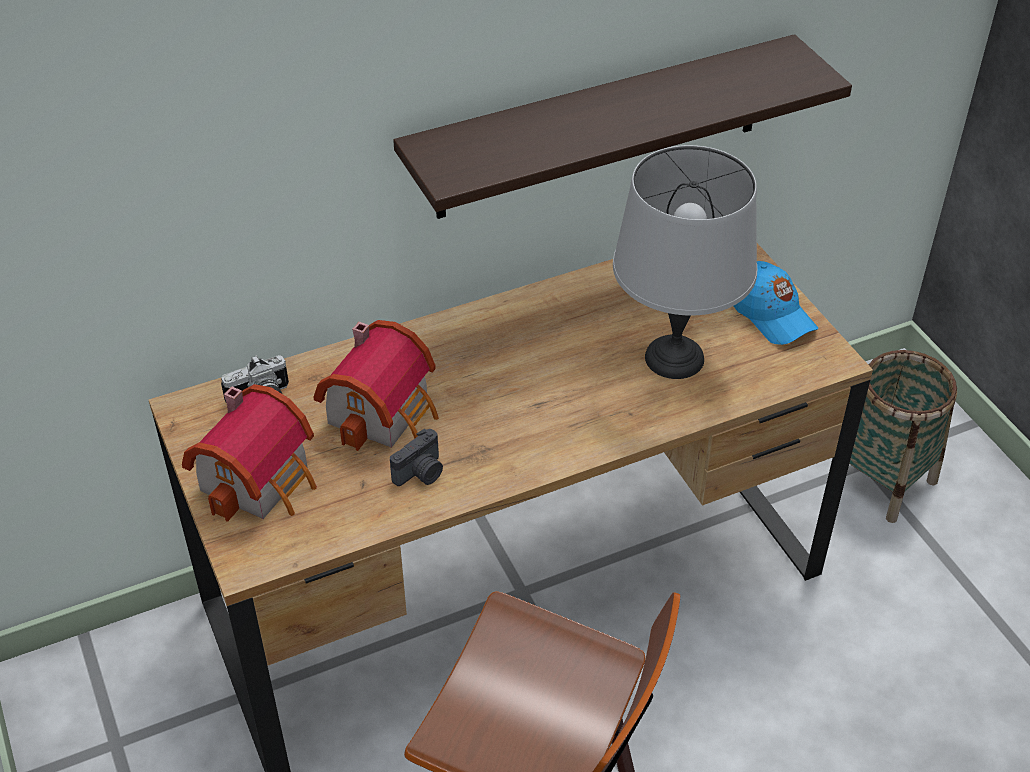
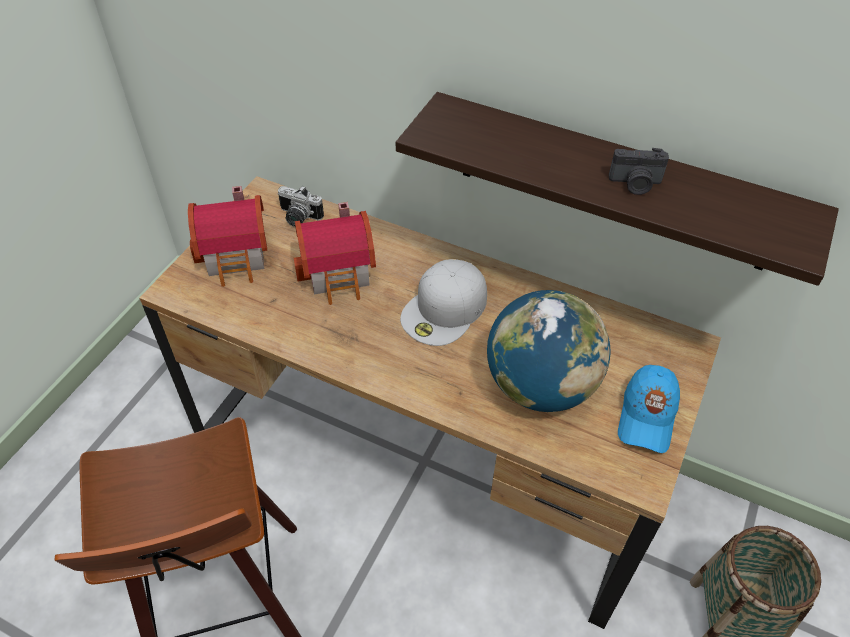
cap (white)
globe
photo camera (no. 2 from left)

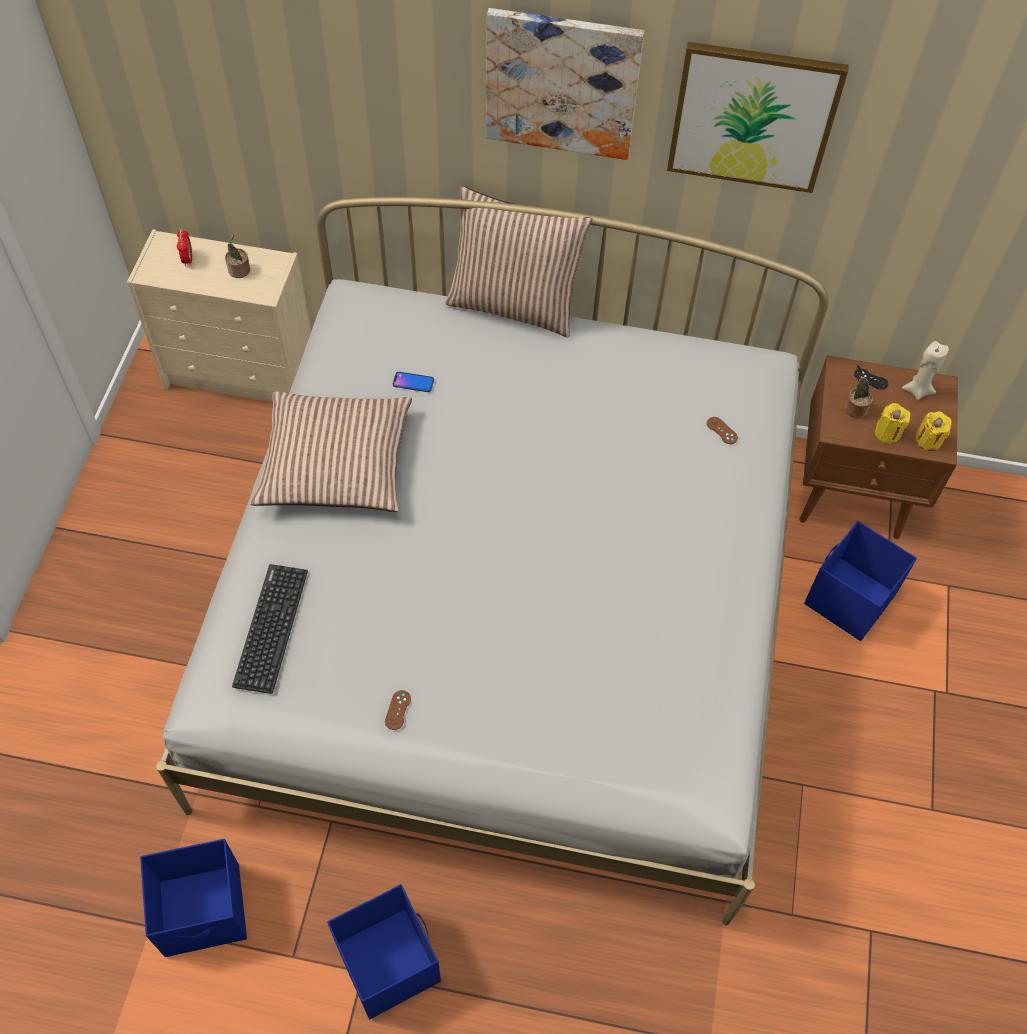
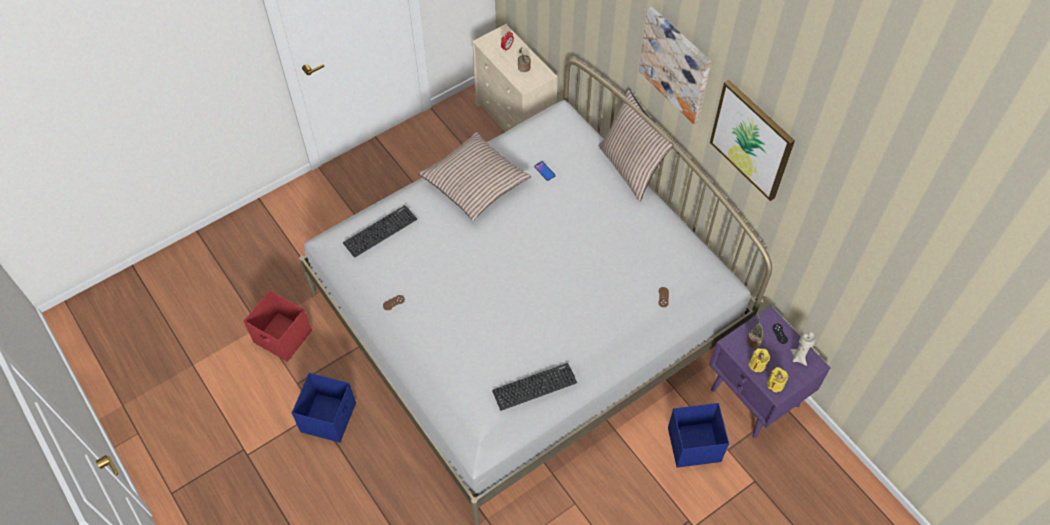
storage box (red)
keyboard (no. 2 from left)
nightstand (purple)

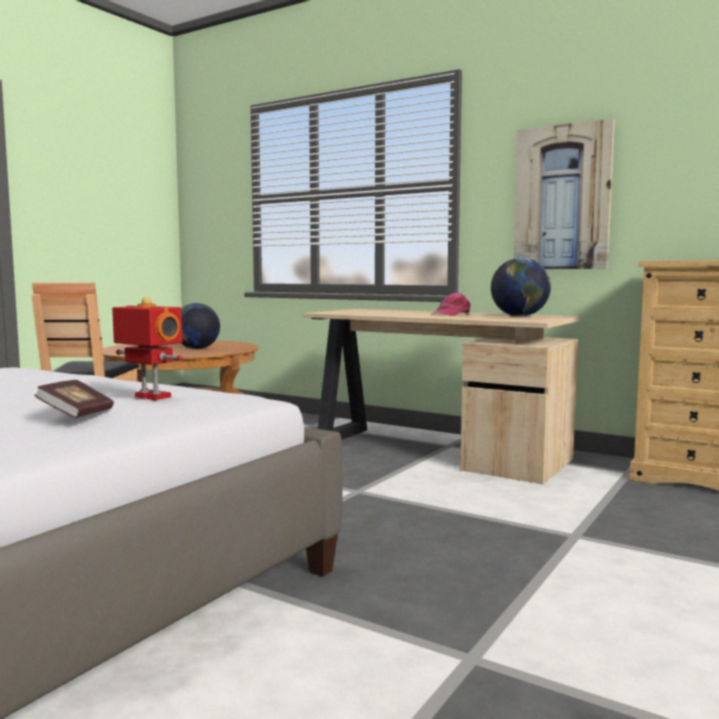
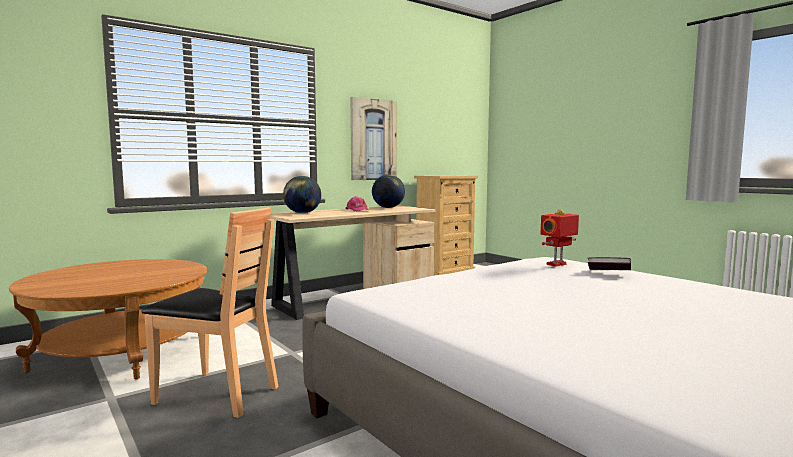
globe (no. 1 from left)

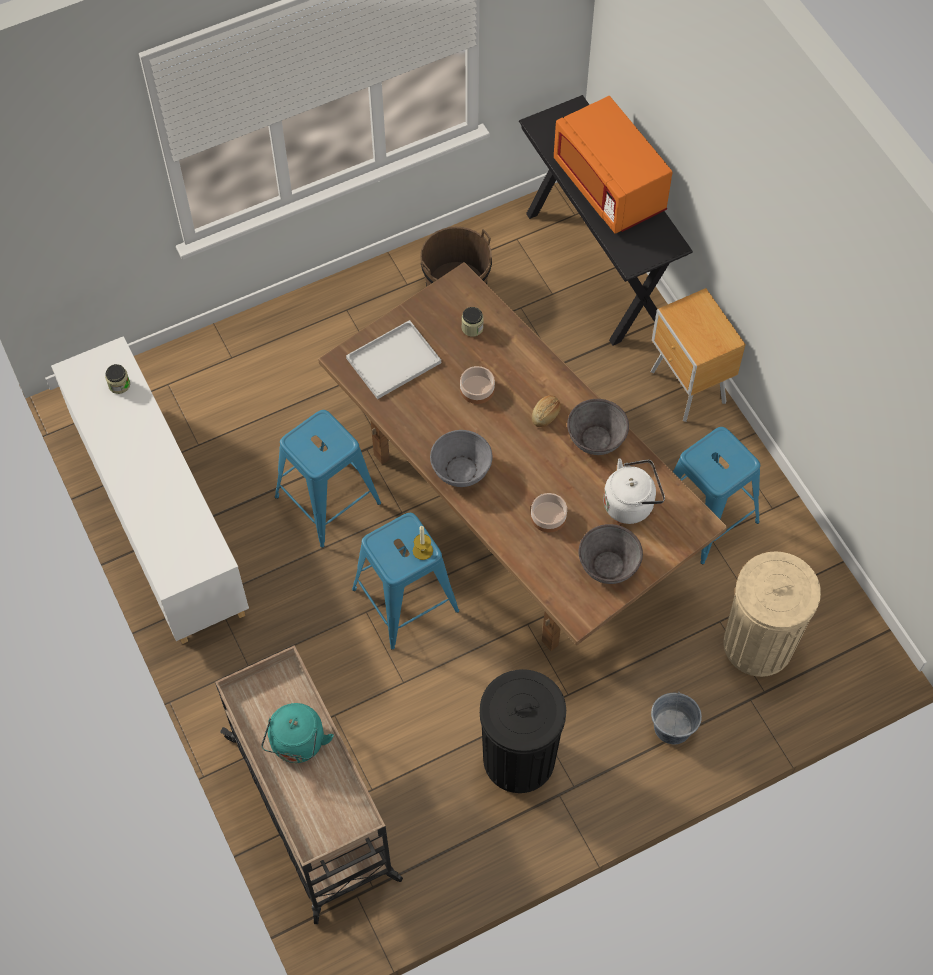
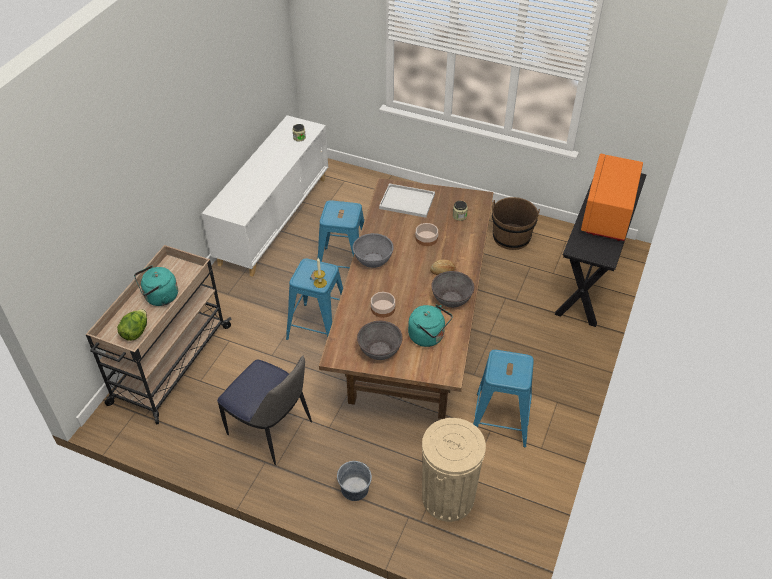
lettuce
chair
kettle (turquoise) (no. 2 from left)
nightstand (brown)

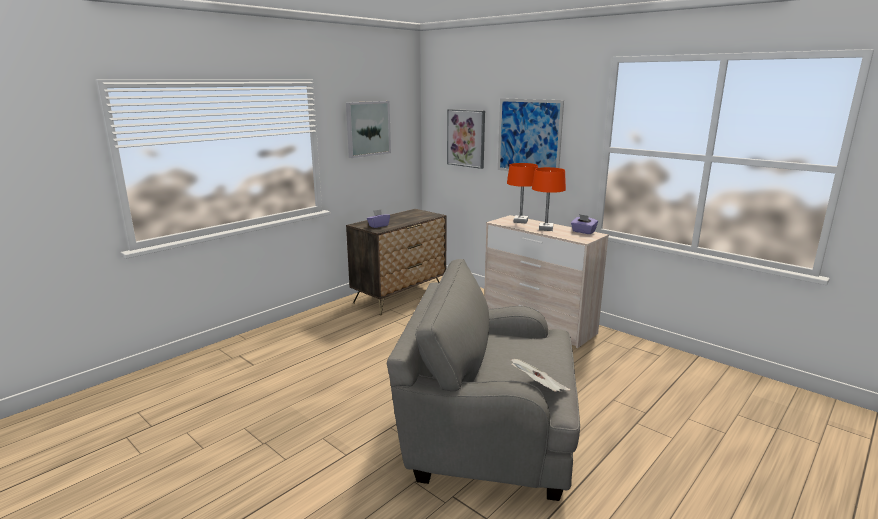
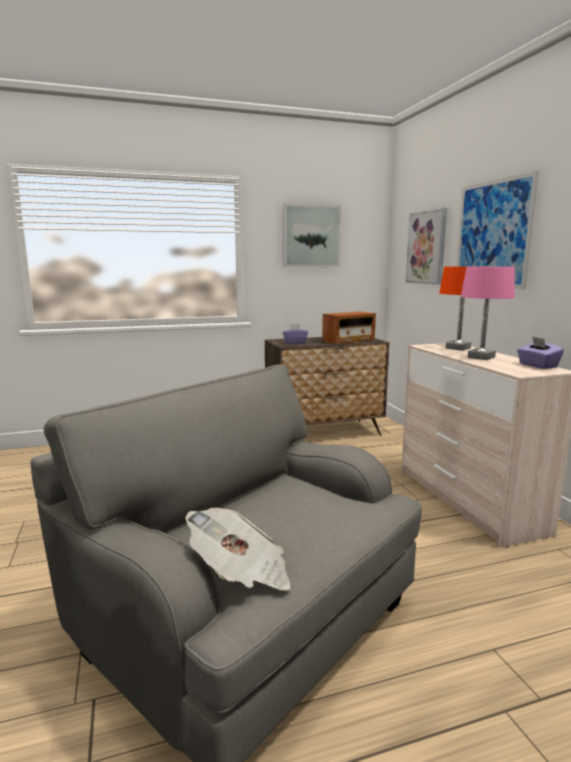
radio
table lamp (pink)

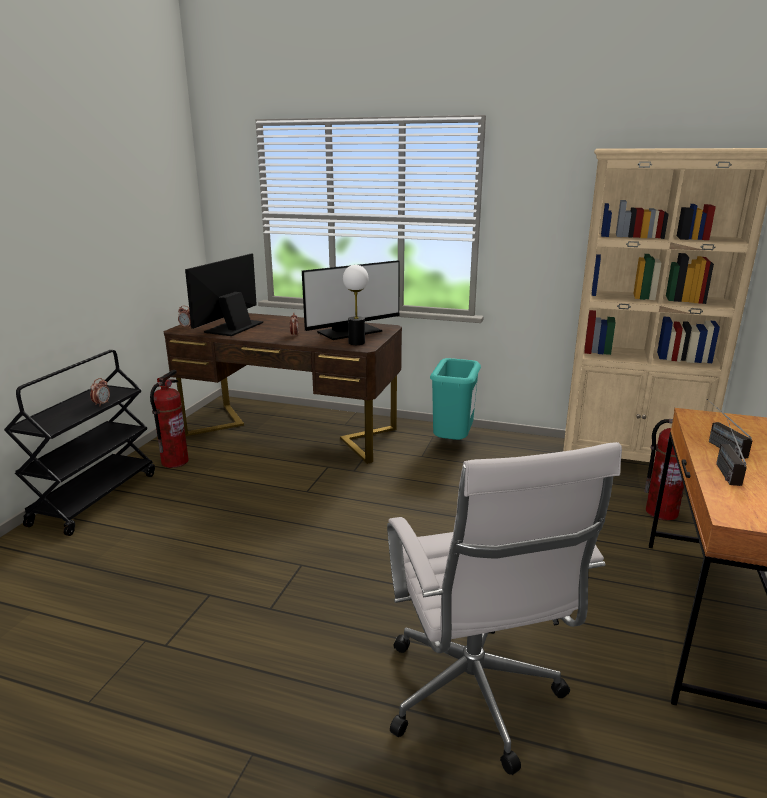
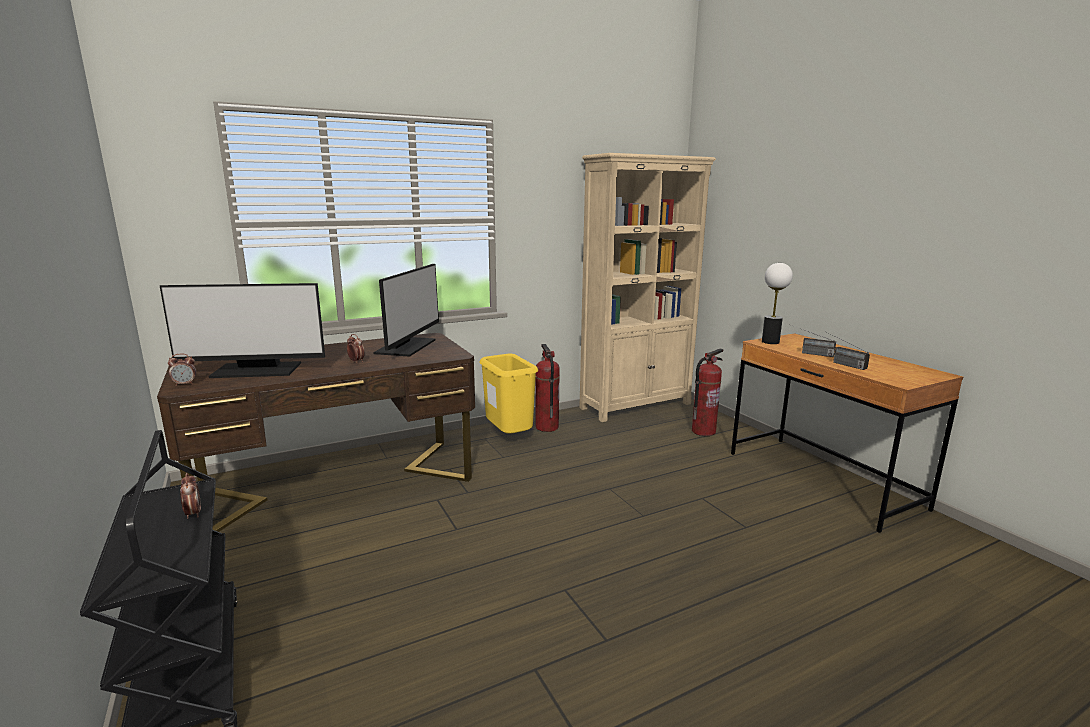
monitor (no. 1 from left)
trash can (yellow)
fire extinguisher (no. 1 from left)
table lamp
office chair (white)

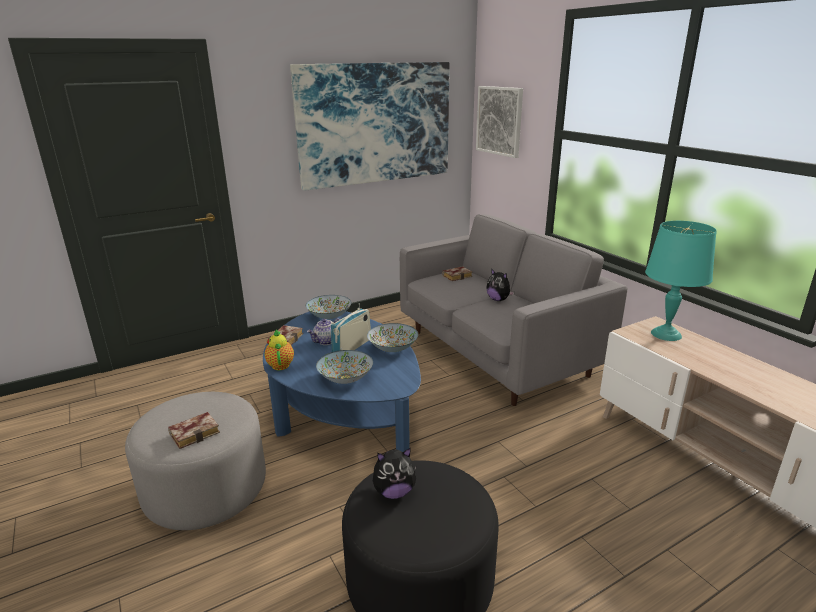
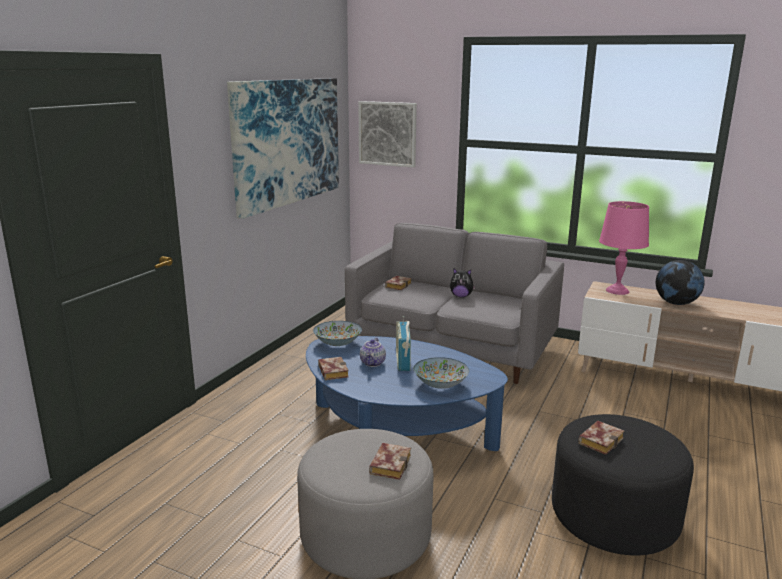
book (no. 4 from left)
table lamp (pink)
globe
teapot (no. 1 from left in the first image)
bowl (no. 3 from left in the first image)

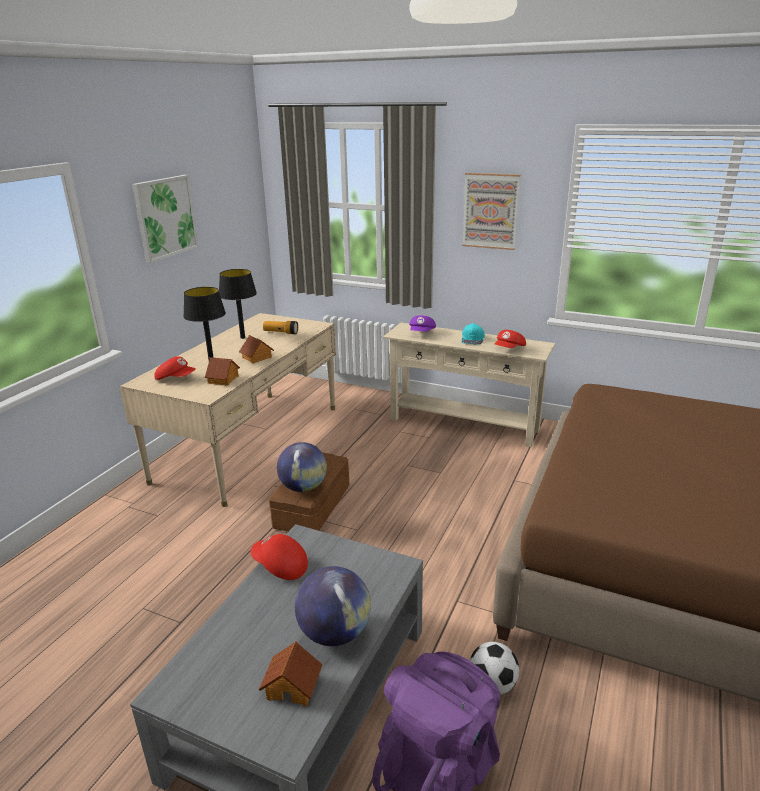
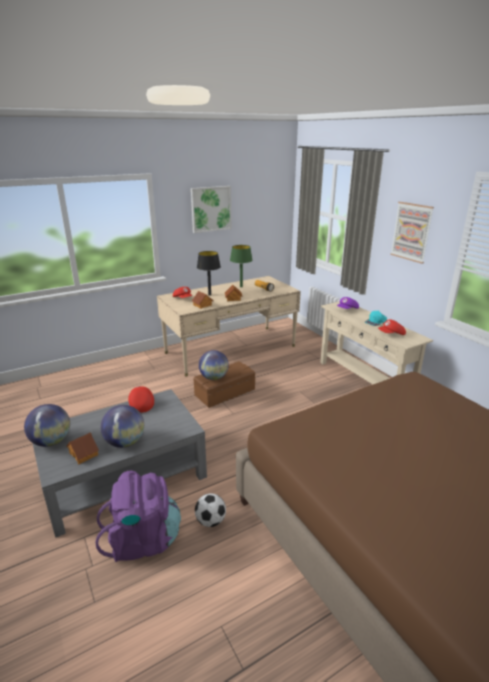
globe (no. 1 from left)
table lamp (green)

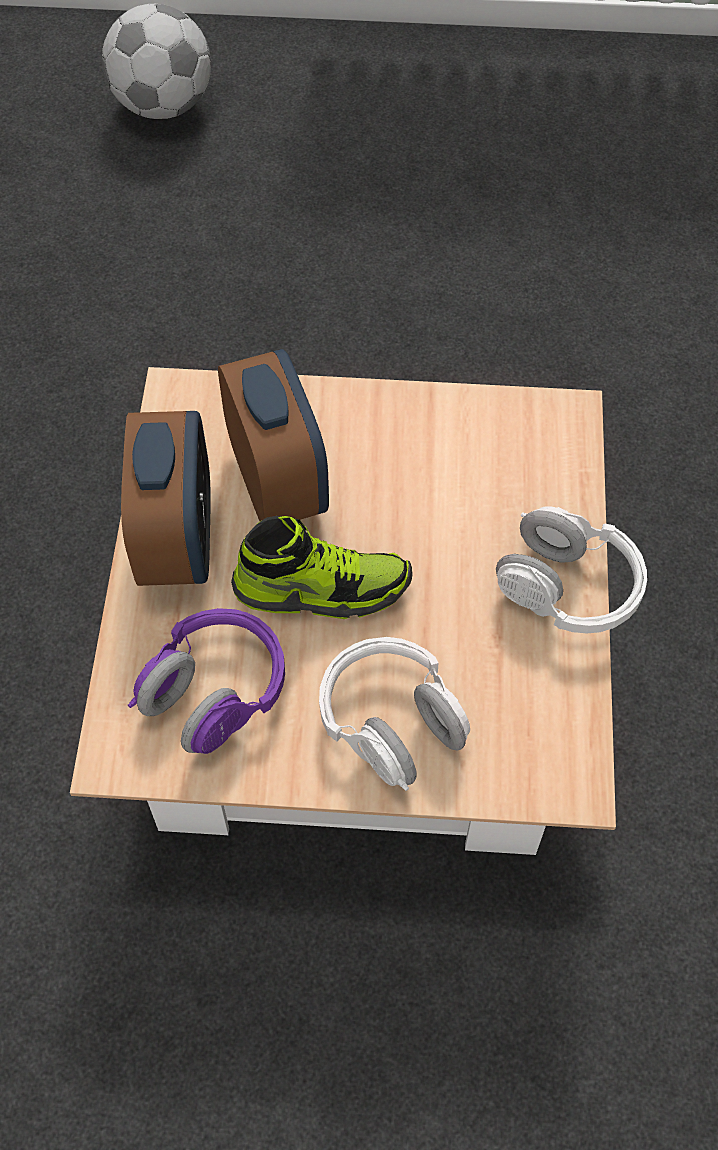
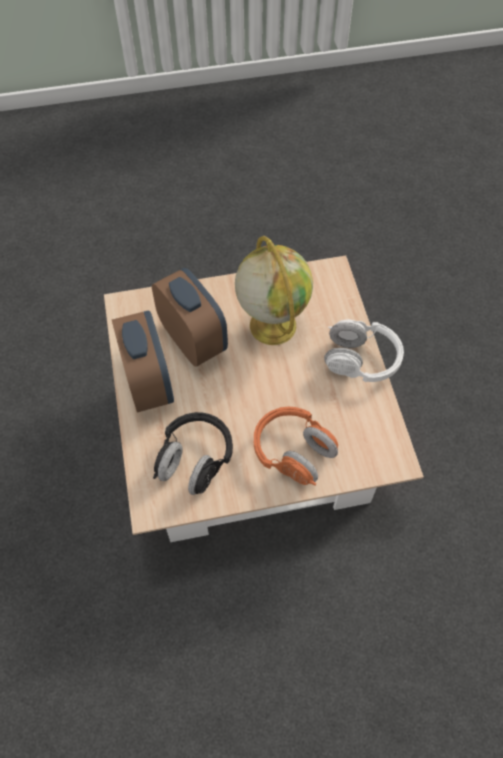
headphones (black)
globe
headphones (orange)
football
shoe

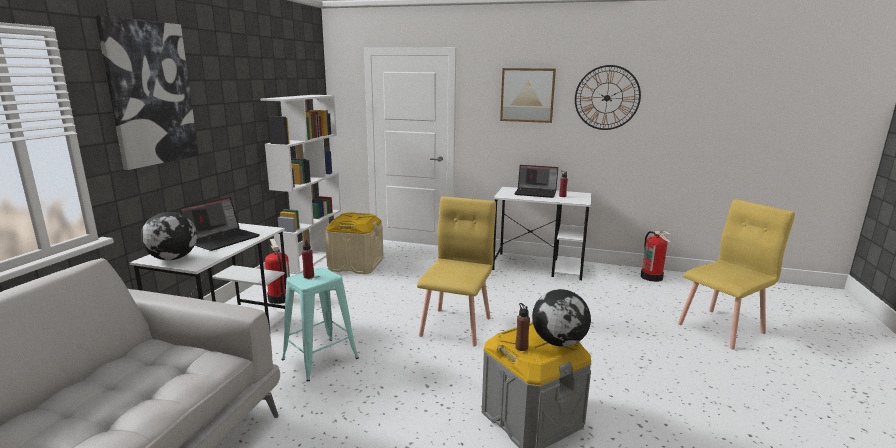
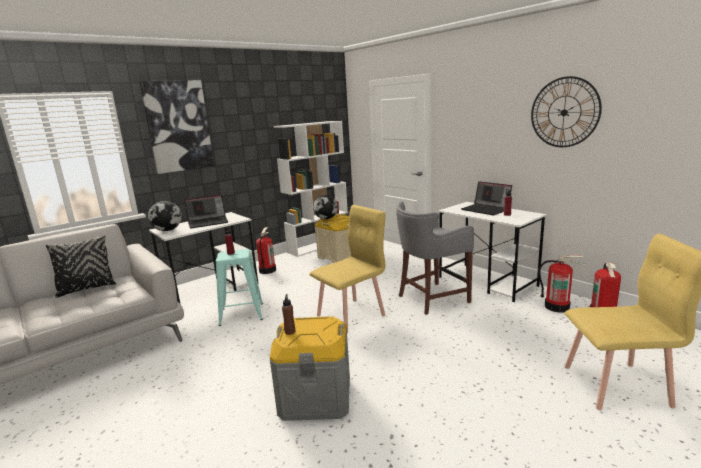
pillow (black)
globe (no. 2 from left)
stool (grey)
fire extinguisher (no. 2 from left)
picture (no. 2 from left in the first image)

